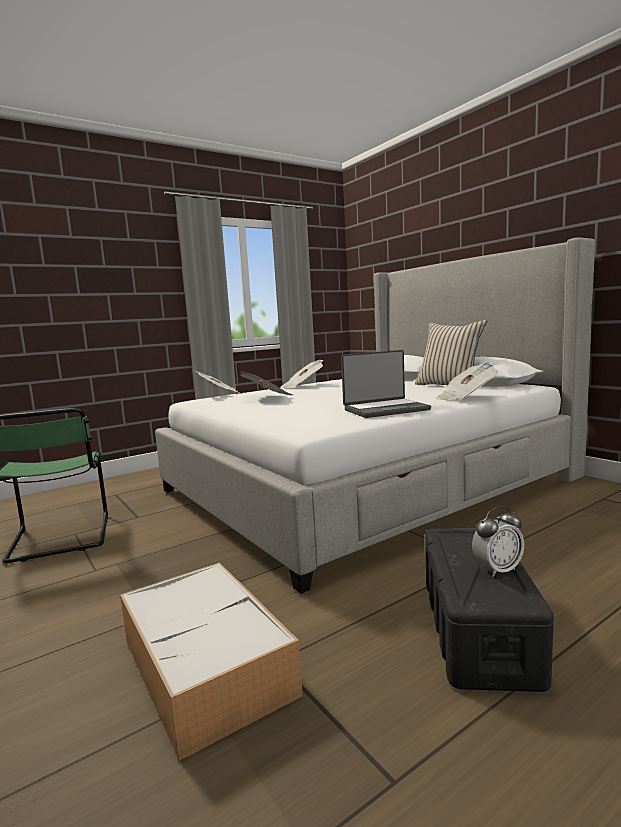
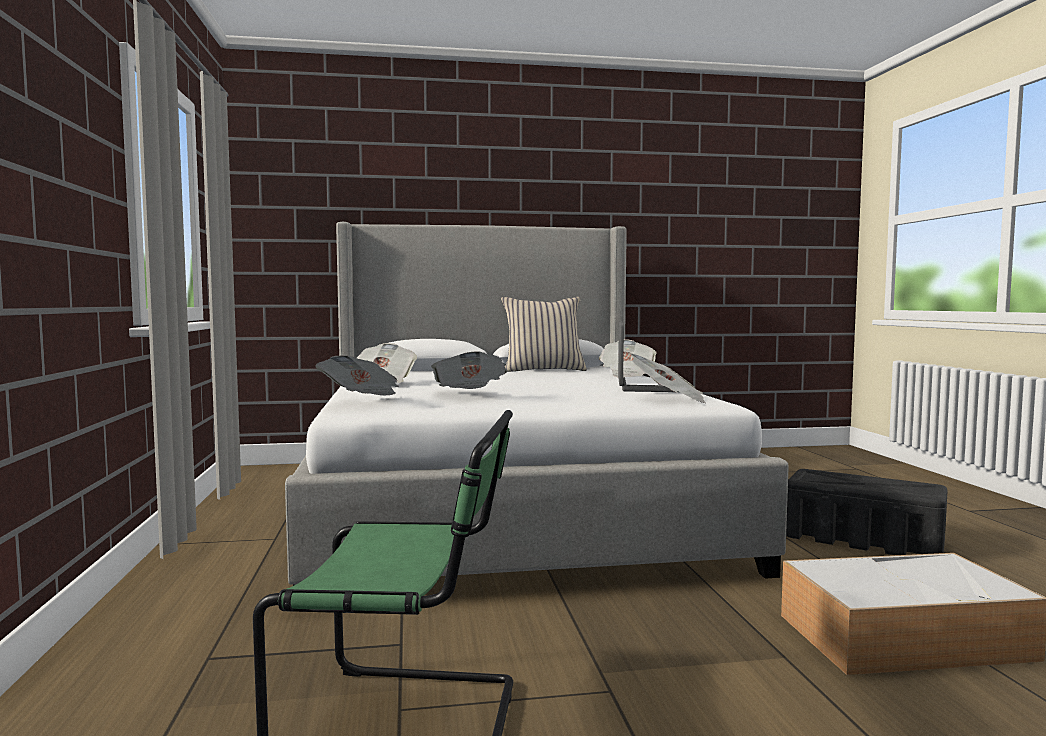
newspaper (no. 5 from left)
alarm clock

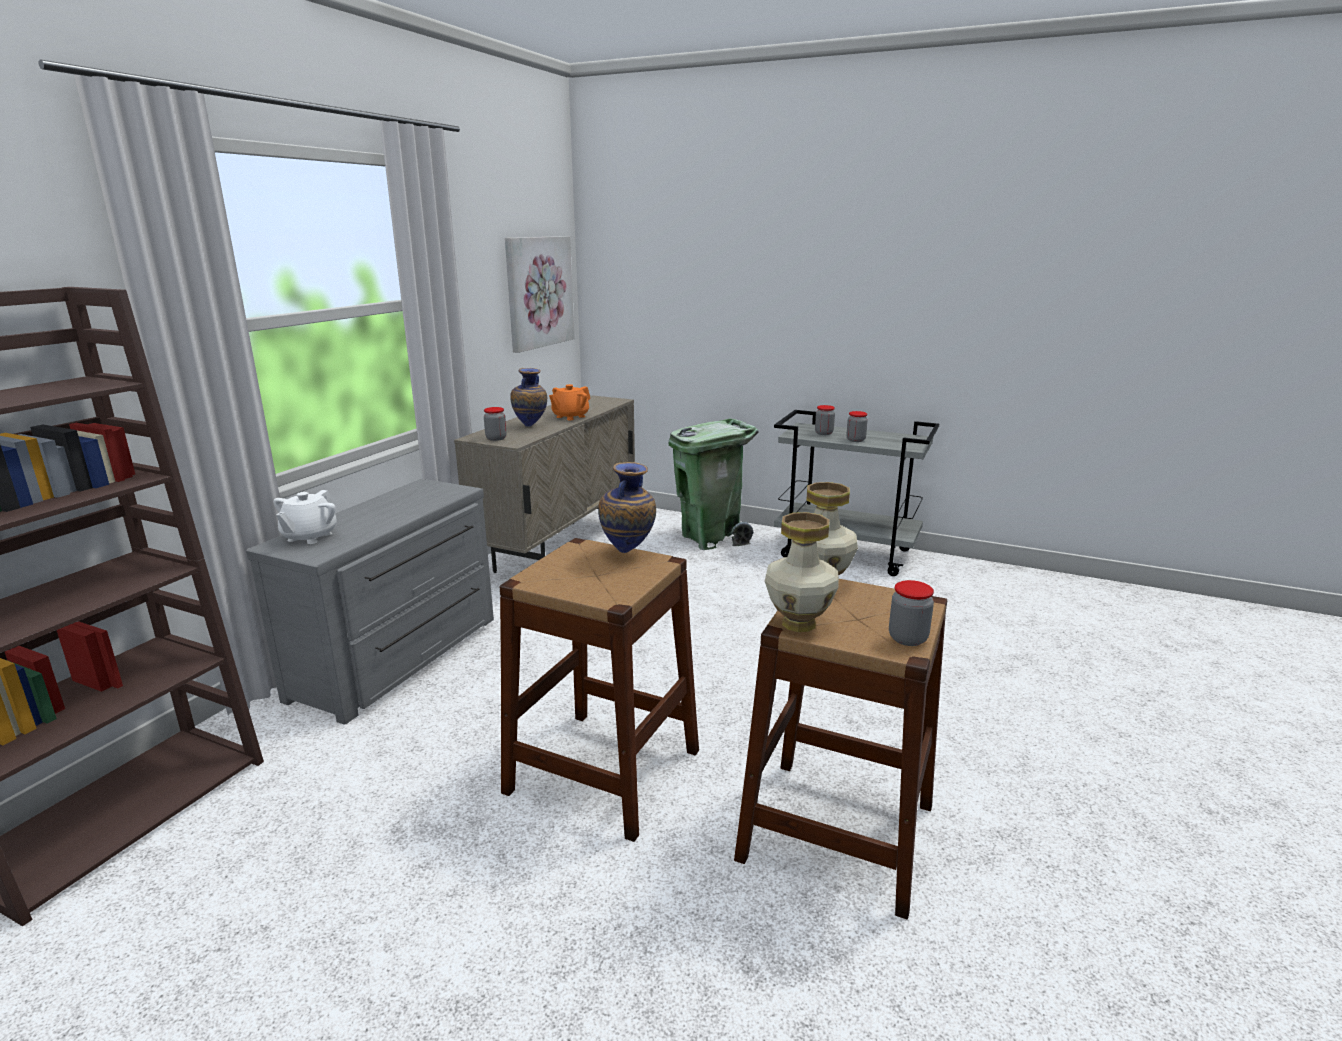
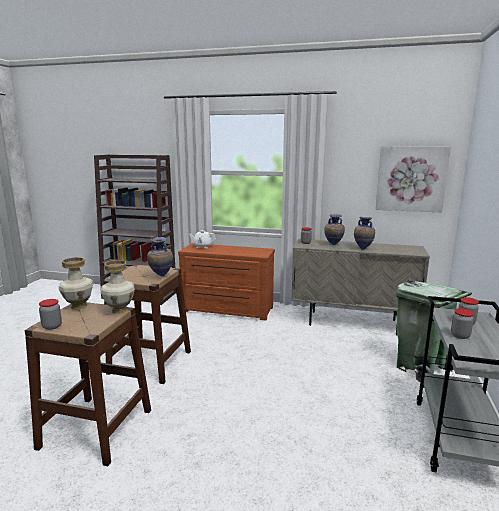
dresser (brown)
vase (no. 5 from left)

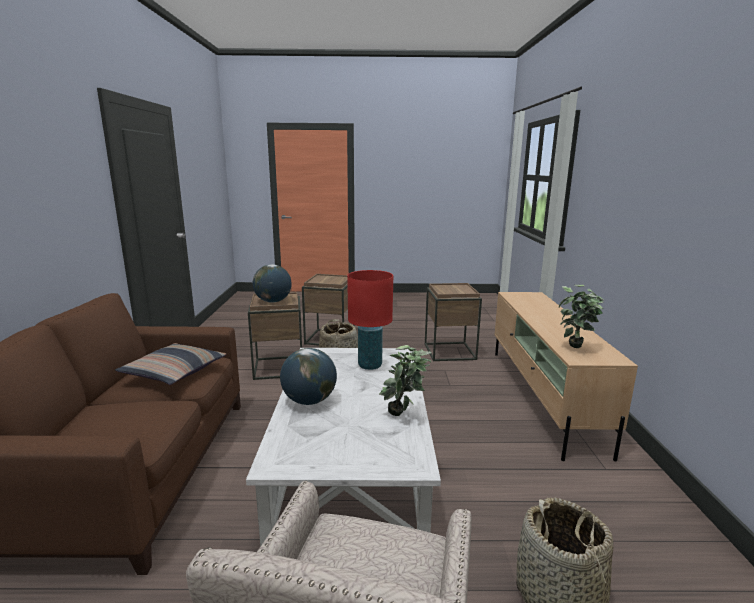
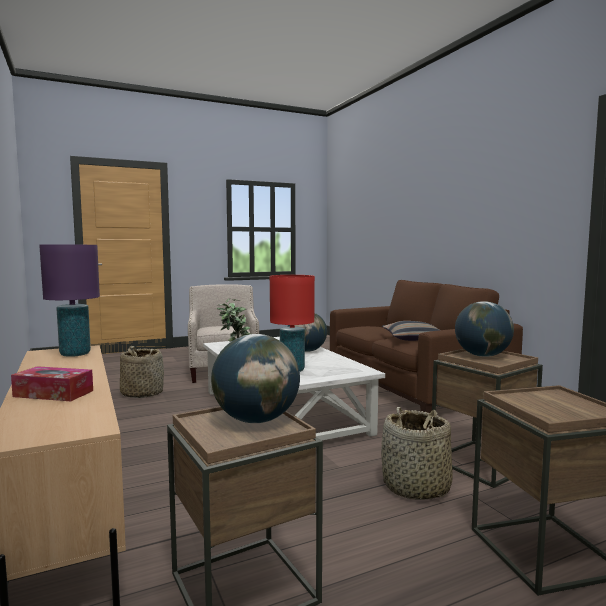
tissue box
table lamp (purple)
globe (no. 1 from left)

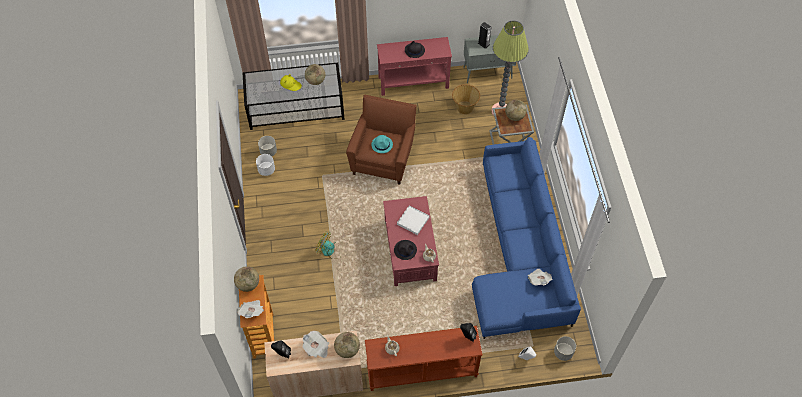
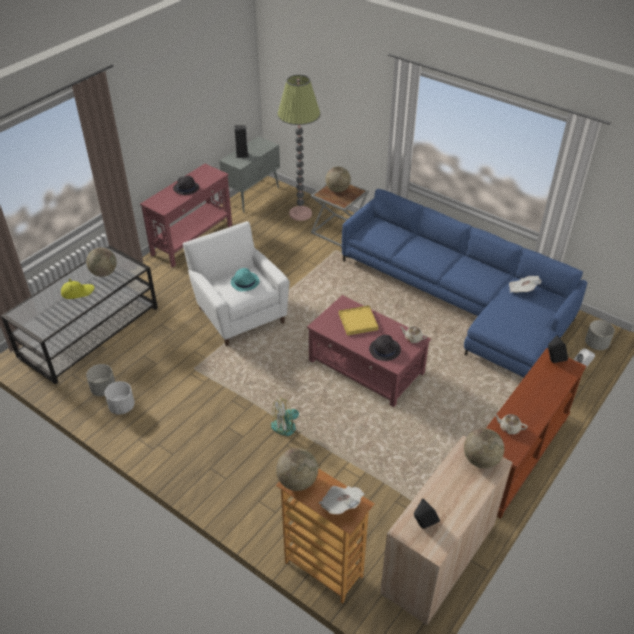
armchair (white)
tray (yellow)
newspaper (no. 2 from left in the first image)
basket

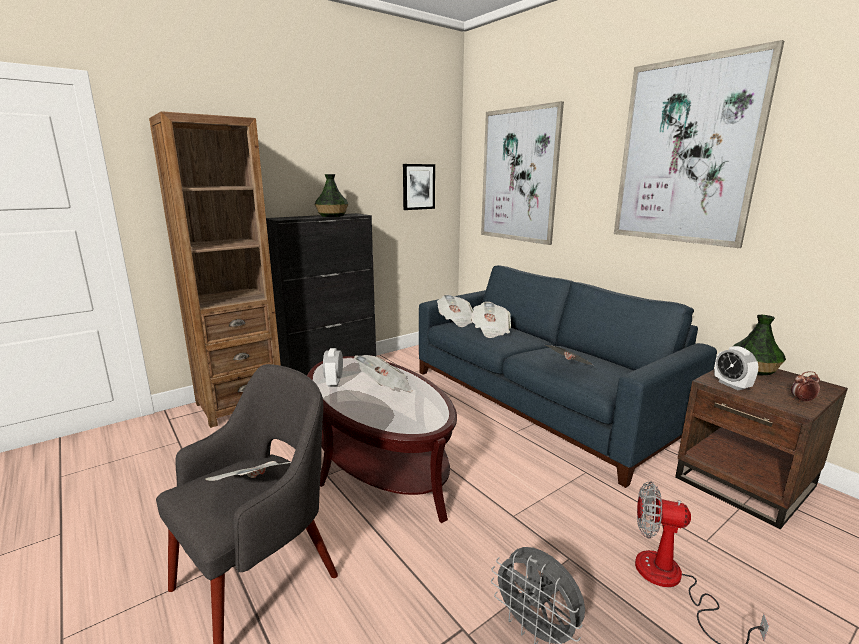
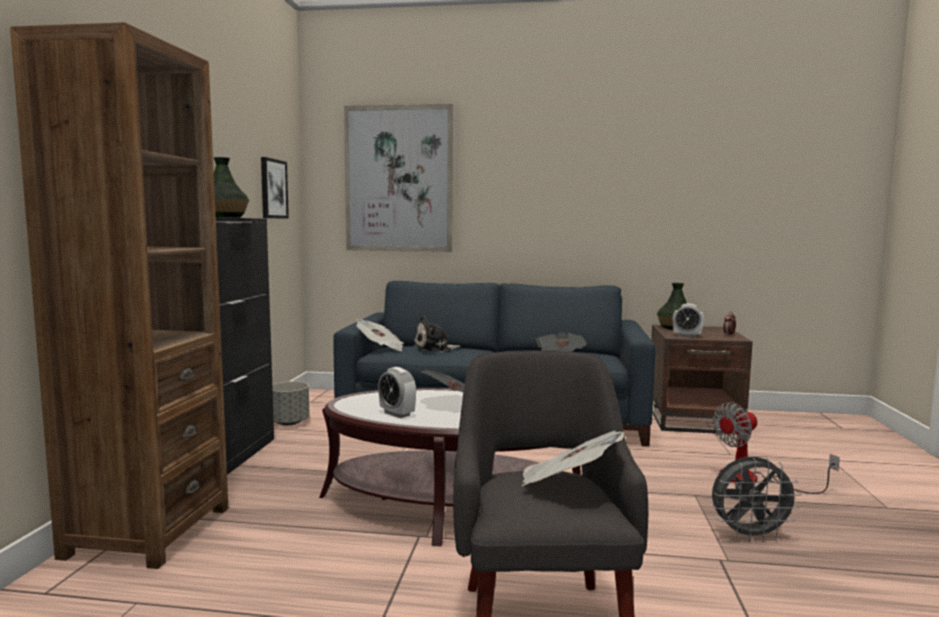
planter (grey)
plush toy
picture (no. 3 from left in the first image)

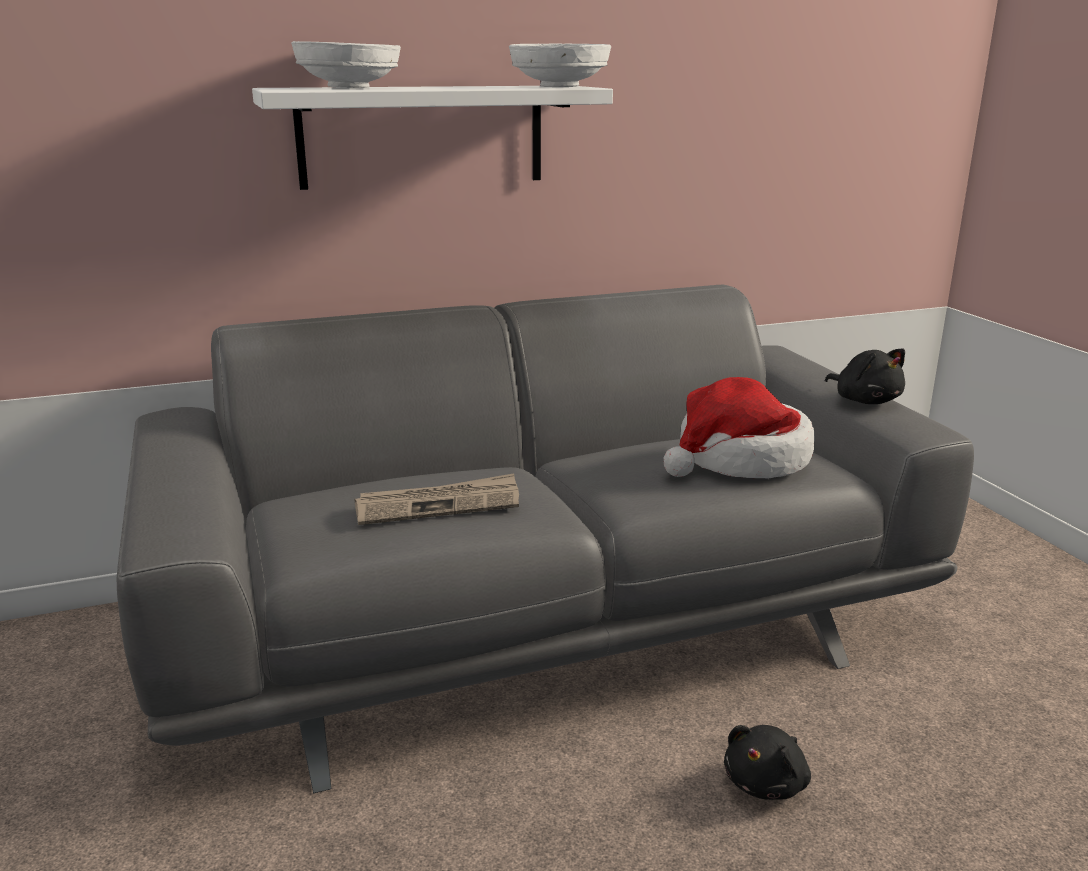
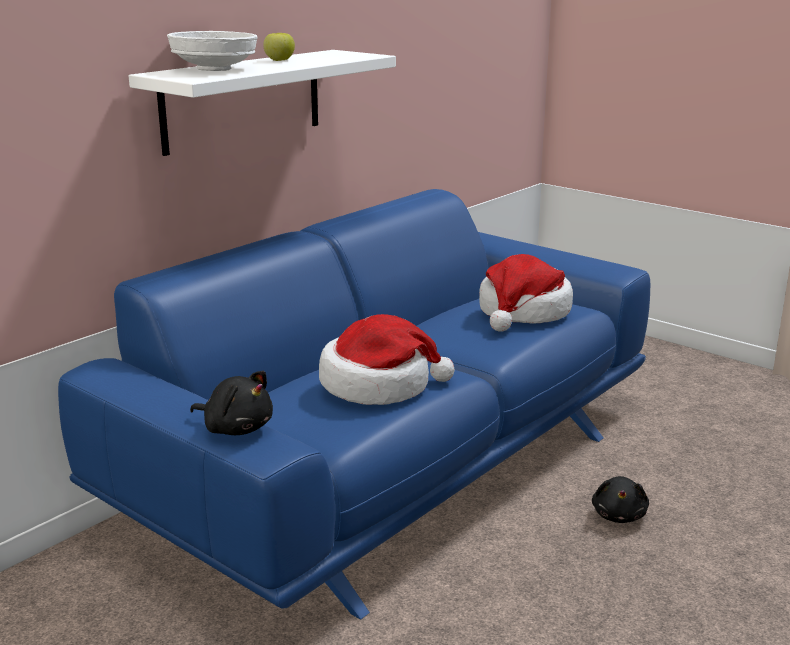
sofa (blue)
plush toy (black) (no. 1 from left)
apple
hat (no. 1 from left)
bowl (white) (no. 2 from left in the first image)

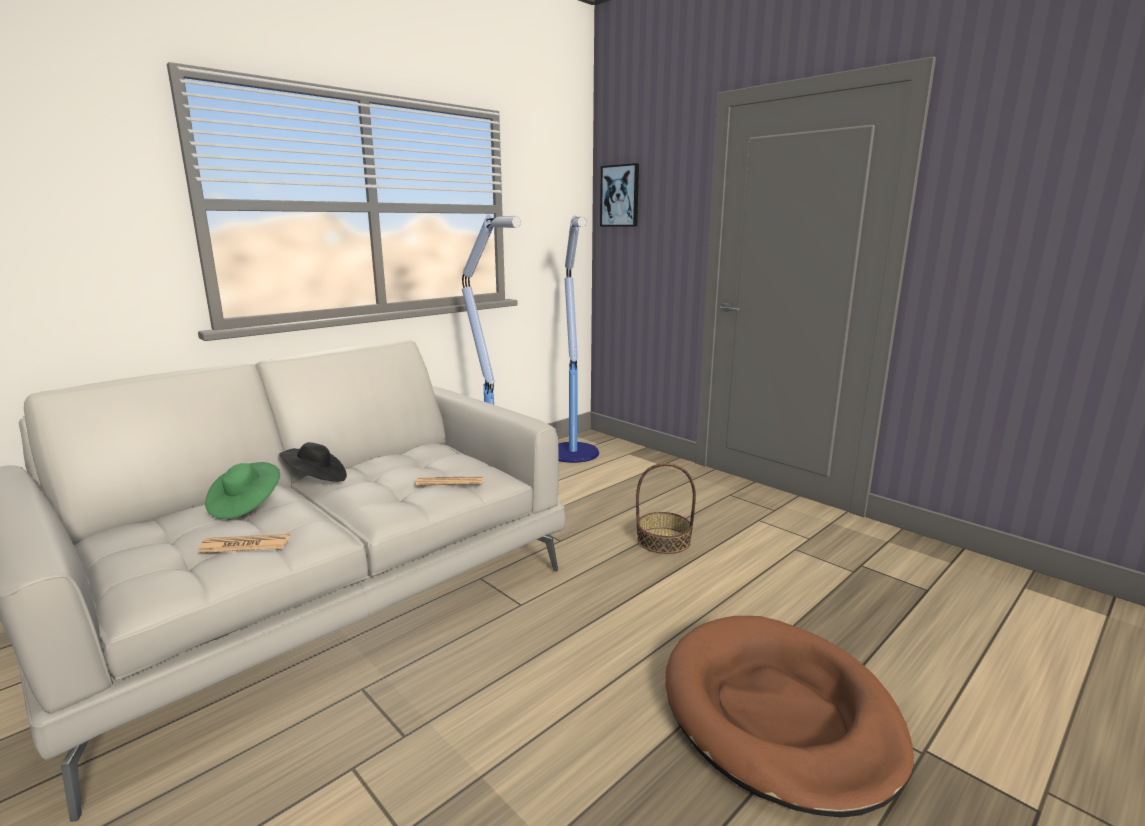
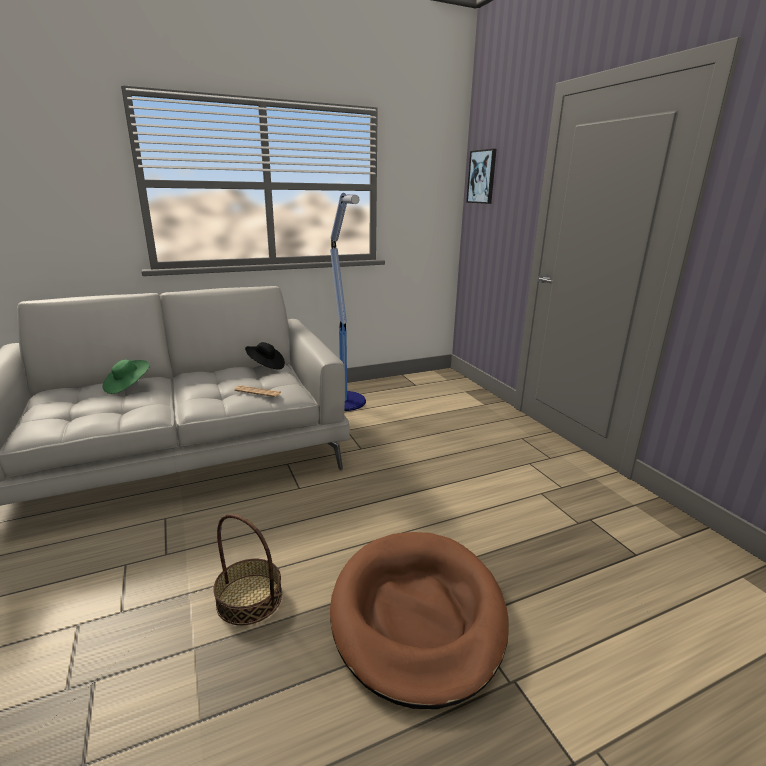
basket
hat (black)
newspaper (no. 1 from left in the first image)
floor lamp (no. 2 from left in the first image)

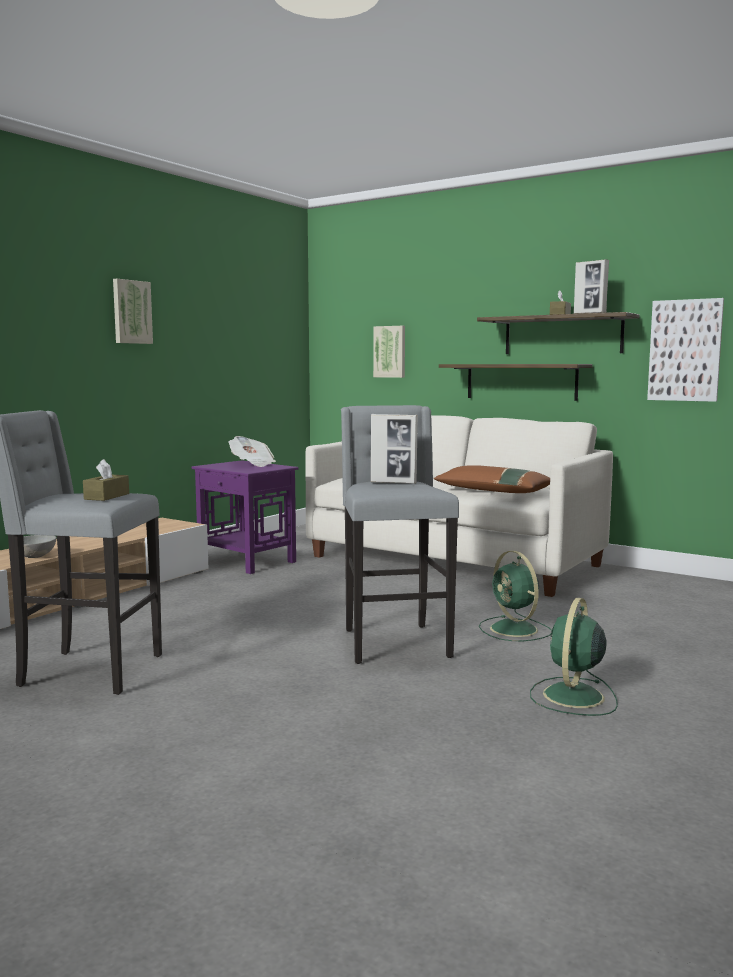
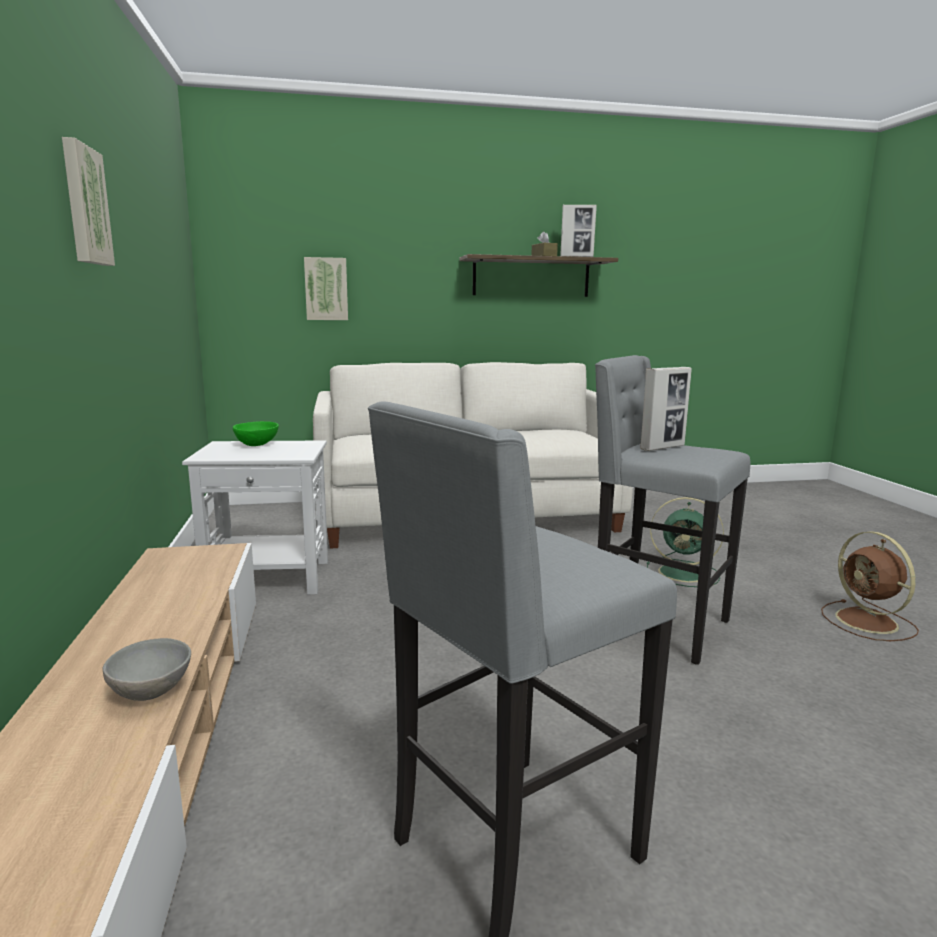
side table (white)
bowl (green)
fan (brown)
tissue box (brown) (no. 1 from left in the first image)
pillow (brown)
shelf (no. 1 from left in the first image)
picture (no. 3 from left in the first image)

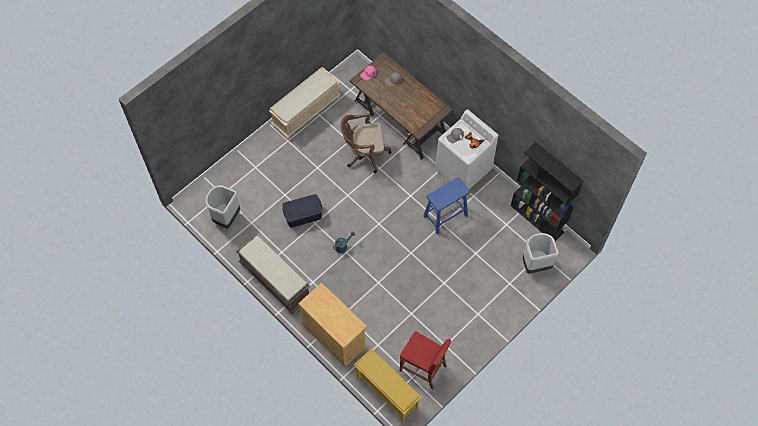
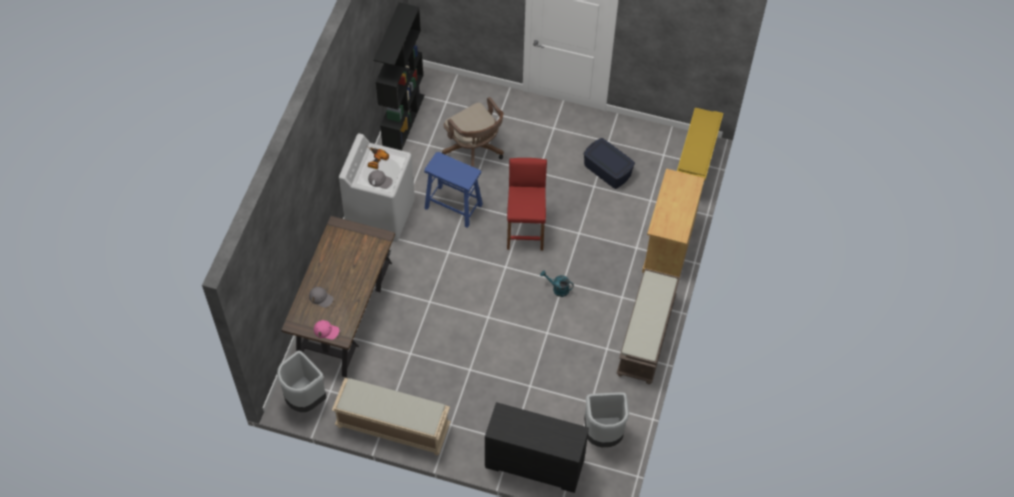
trash can (grey) (no. 1 from left)
office chair (brown)
dresser (black)
stool (red)
storage box (blue)

